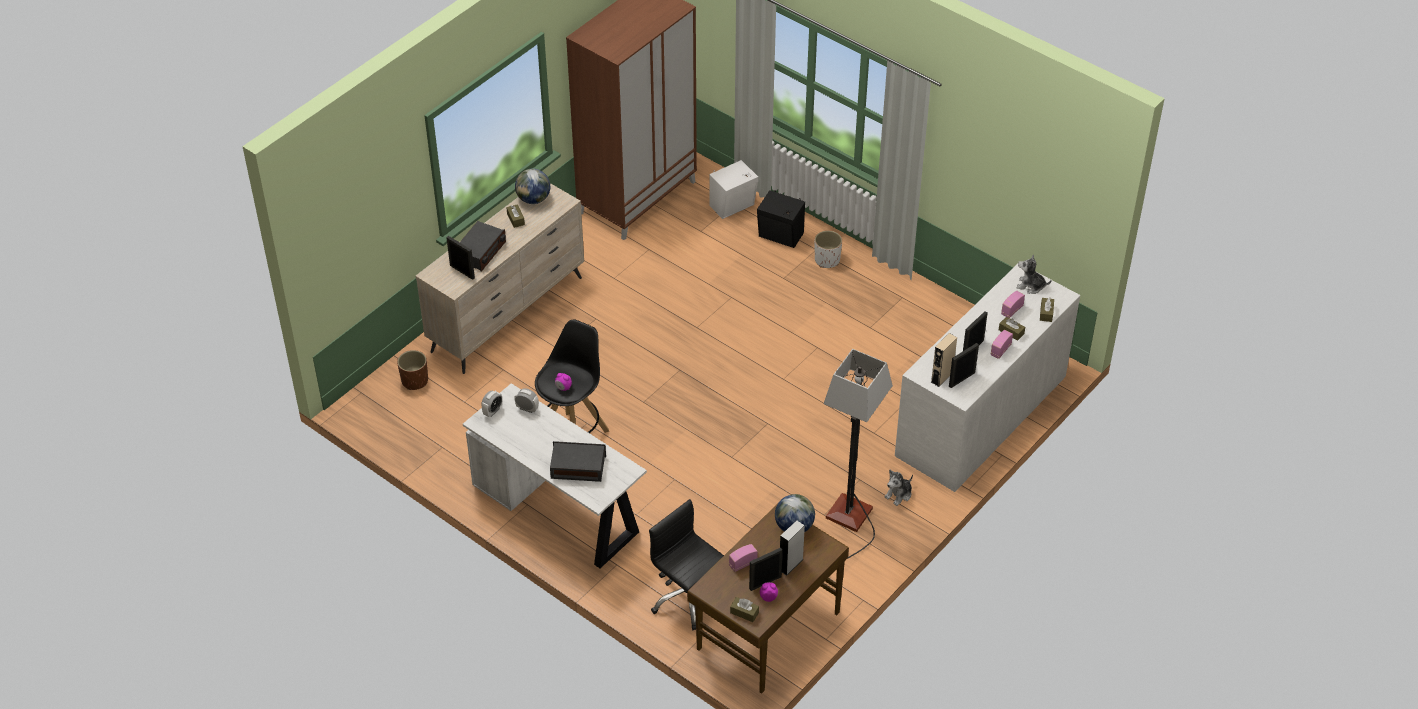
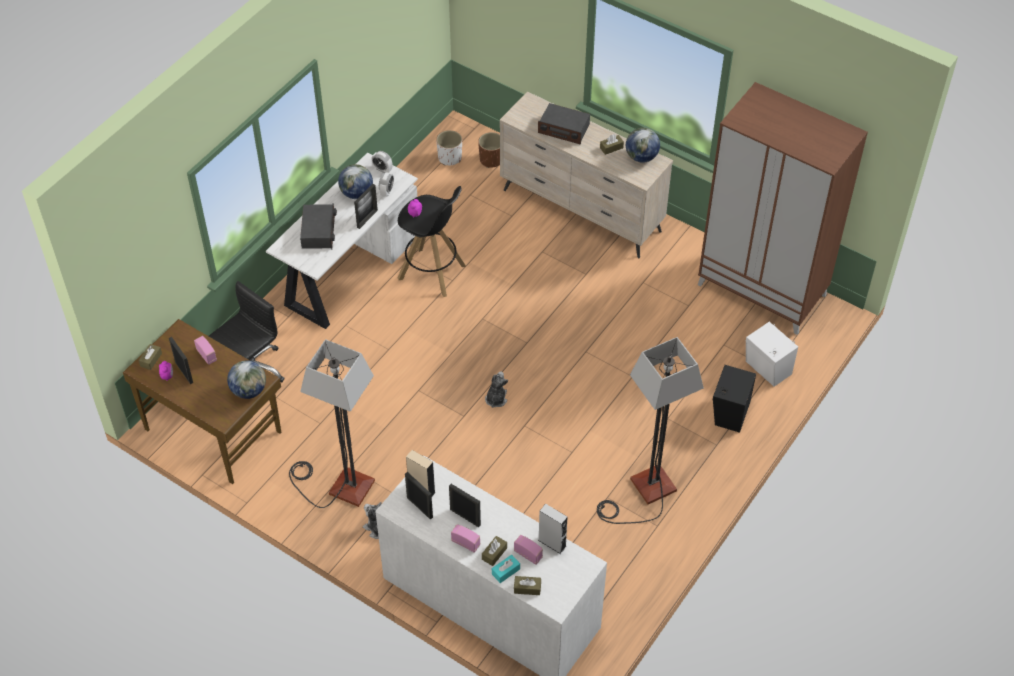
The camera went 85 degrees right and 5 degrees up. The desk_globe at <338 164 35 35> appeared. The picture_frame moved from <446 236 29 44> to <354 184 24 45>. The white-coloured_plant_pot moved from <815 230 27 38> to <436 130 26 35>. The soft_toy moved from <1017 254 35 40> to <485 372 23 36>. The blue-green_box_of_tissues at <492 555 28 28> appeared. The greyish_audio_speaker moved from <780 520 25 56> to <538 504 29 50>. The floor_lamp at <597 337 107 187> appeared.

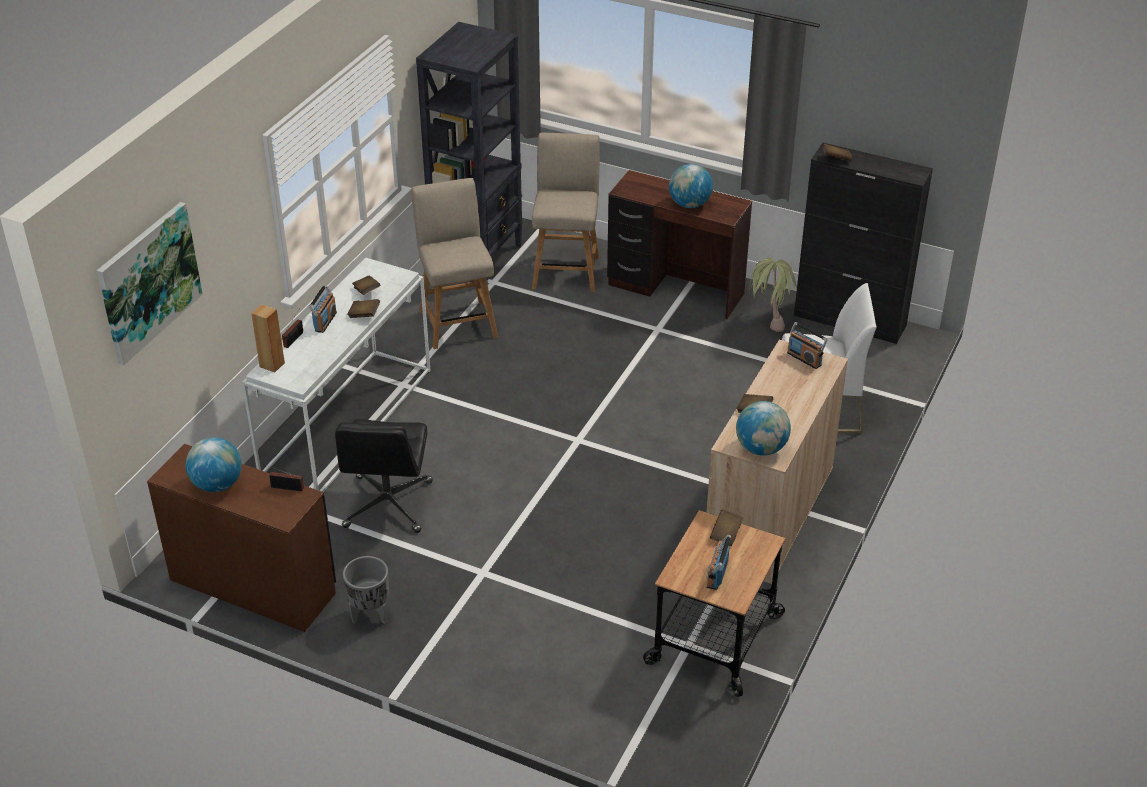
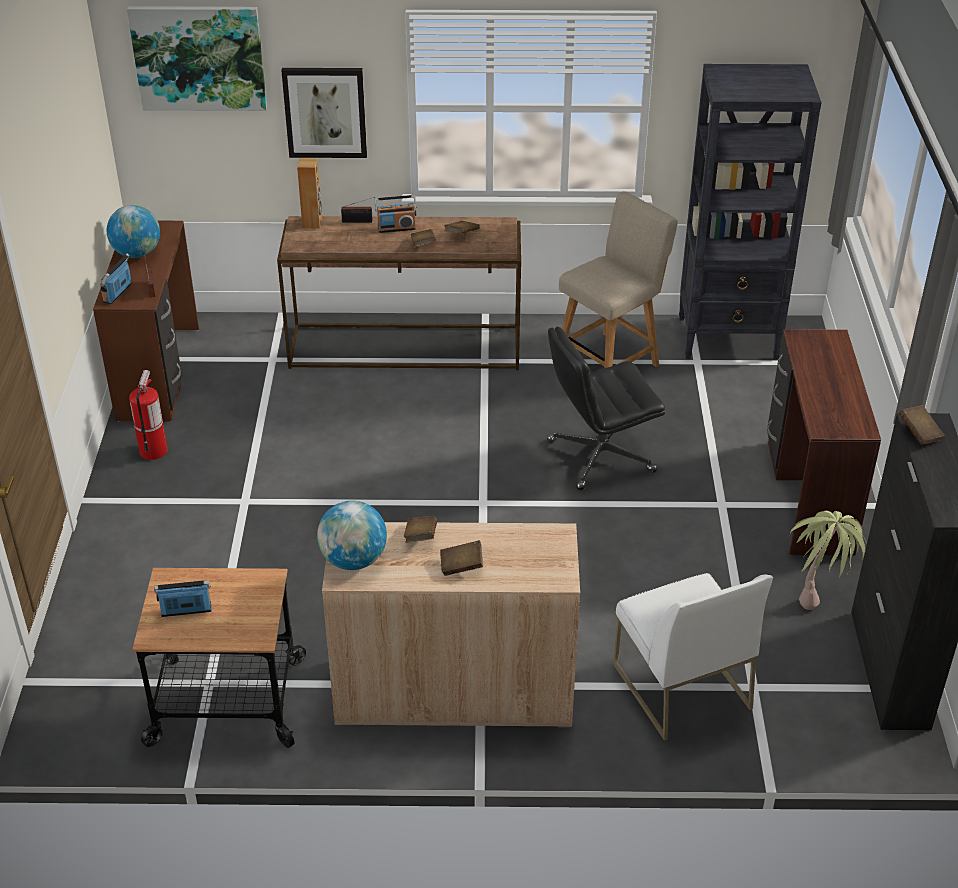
The camera went 65 degrees right and 0 degrees up. The radio_receiver moved from <787 322 41 47> to <100 254 32 50>. The greyish_plant_pot at <343 556 46 68> was replaced by the fire-fighting_cylinder at <129 370 38 90>. The white-coloured_hall_table at <242 258 189 234> became the brown_hall_table at <277 216 244 154>. The wall_picture at <281 68 86 90> appeared. The brown_book moved from <710 509 33 37> to <440 540 43 36>. The blackish_desk_chair moved from <335 419 98 114> to <547 326 118 164>. The beige_chair at <532 133 68 159> disappeared. The desk_globe at <669 164 44 44> disappeared.

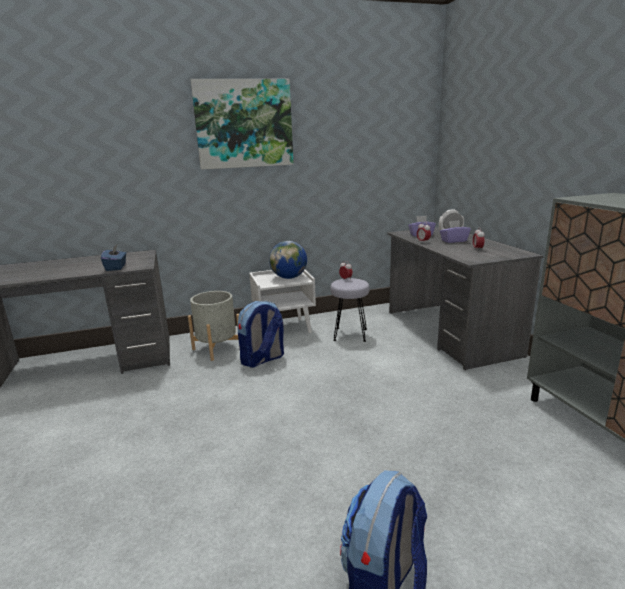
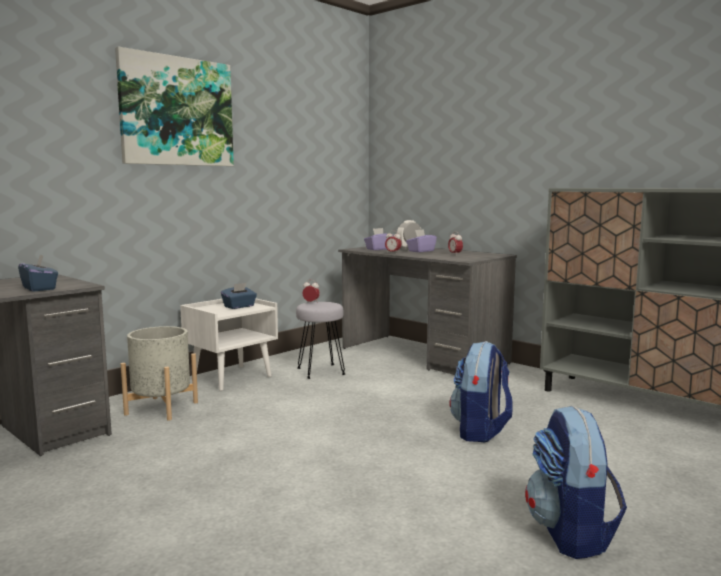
The camera went 30 degrees left and 10 degrees down. The desk_globe at <269 241 38 38> was replaced by the blue_box_of_tissues at <221 283 36 26>. The rucksack moved from <238 301 46 67> to <449 341 64 102>.

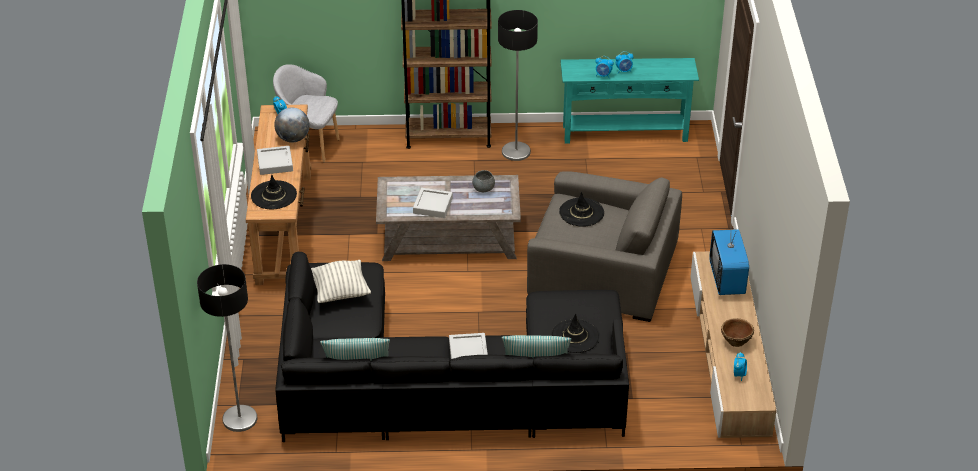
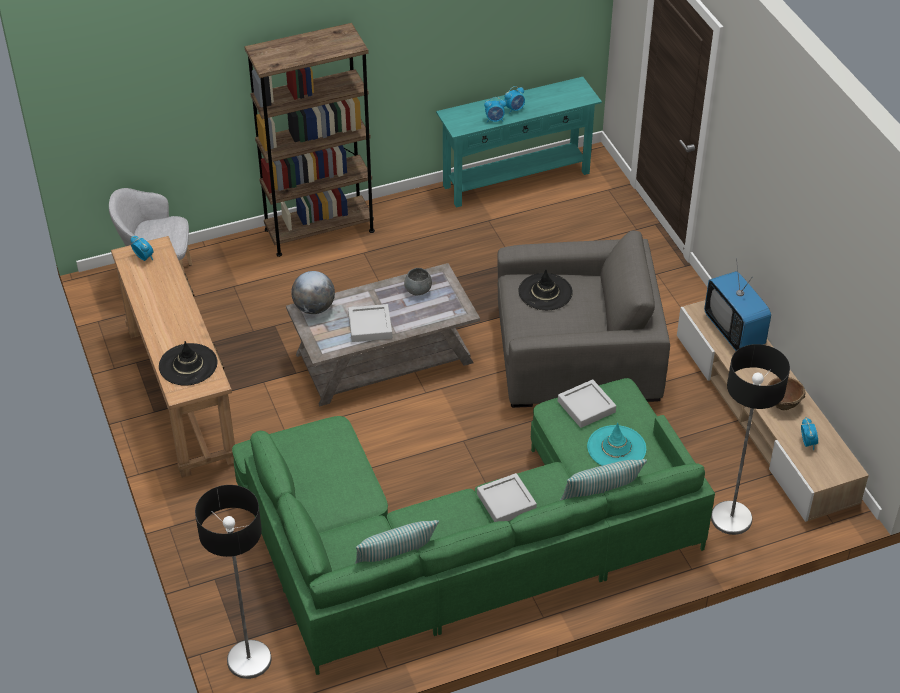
The camera went 20 degrees left and 5 degrees up. The blackish_settee at <275 251 354 191> became the green-coloured_settee at <232 378 483 297>. The desk_globe moved from <274 108 36 35> to <291 271 44 43>. The greyish_serving_tray moved from <257 146 36 29> to <558 379 58 49>. The blackish_wearable_hat at <551 314 49 39> became the blue-green_wearable_hat at <587 423 59 43>. The floor_lamp moved from <498 10 40 151> to <711 344 79 191>. The pillow at <311 260 60 43> disappeared.

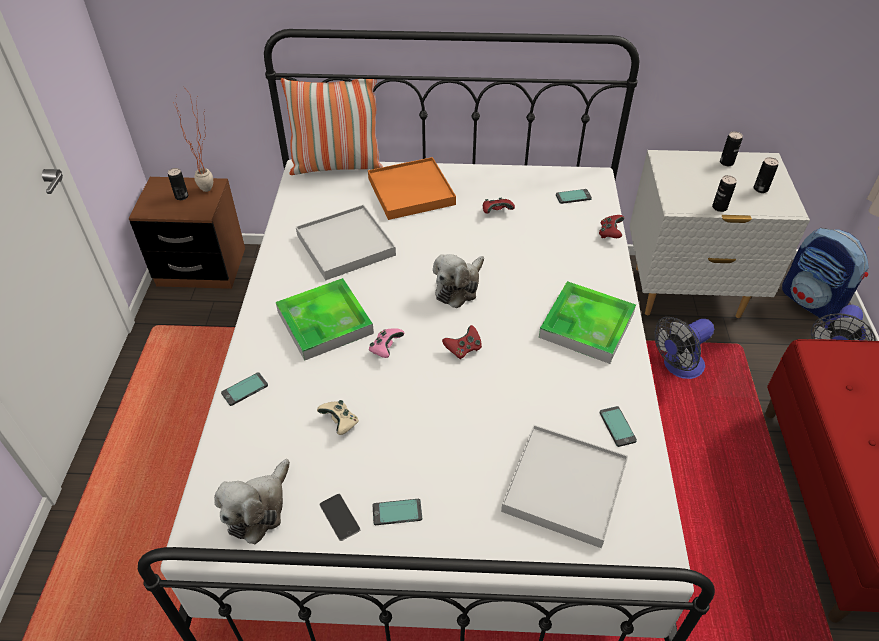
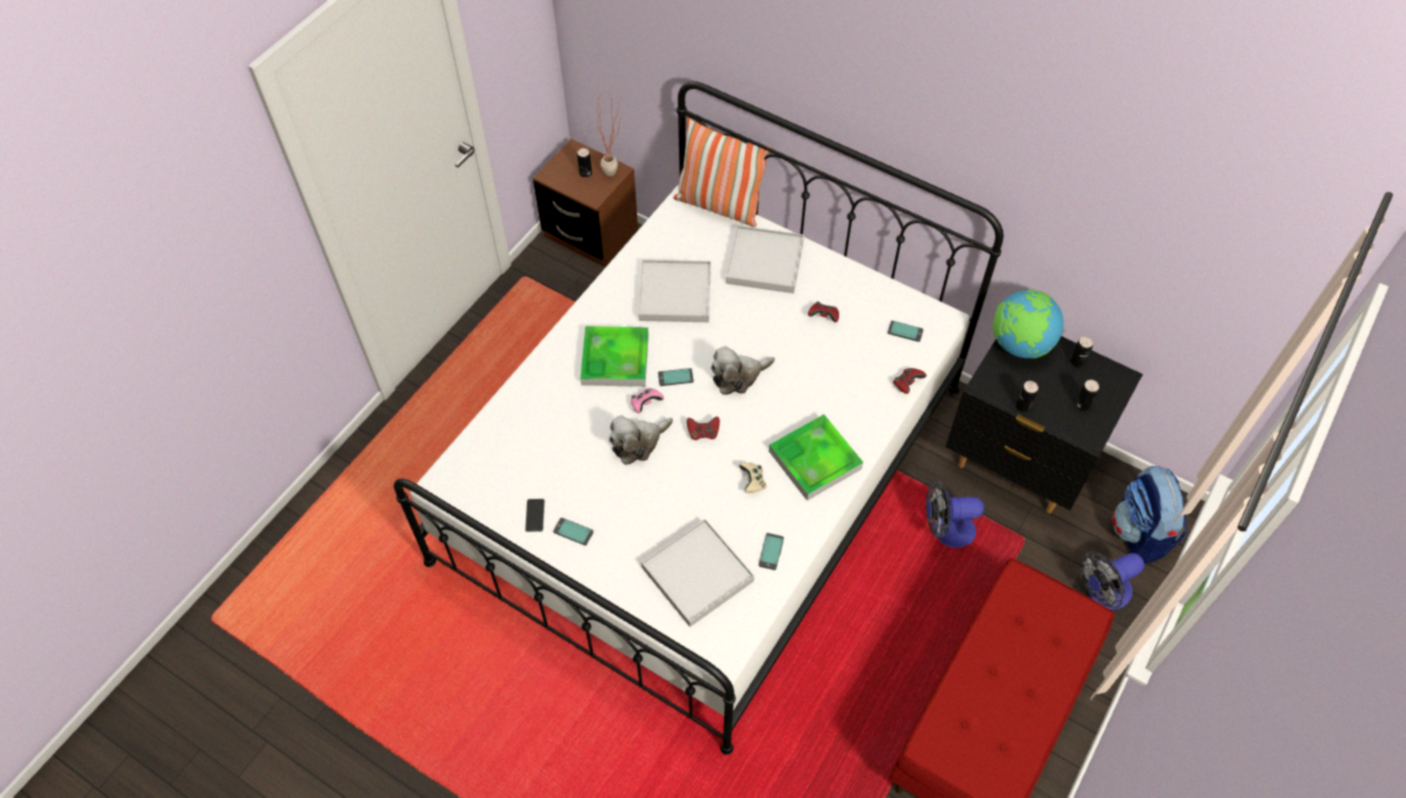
The camera went 30 degrees right and 10 degrees up. The soft_toy moved from <214 459 76 85> to <609 415 64 50>. The phone moved from <221 372 47 34> to <658 368 36 18>. The orange_serving_tray at <368 157 88 63> became the white-coloured_serving_tray at <726 225 78 69>. The beige_gamepad moved from <317 400 42 35> to <739 463 27 30>. The white-coloured_night_table at <629 150 181 168> became the blackish_night_table at <945 336 198 177>. The desk_globe at <993 290 71 68> appeared.

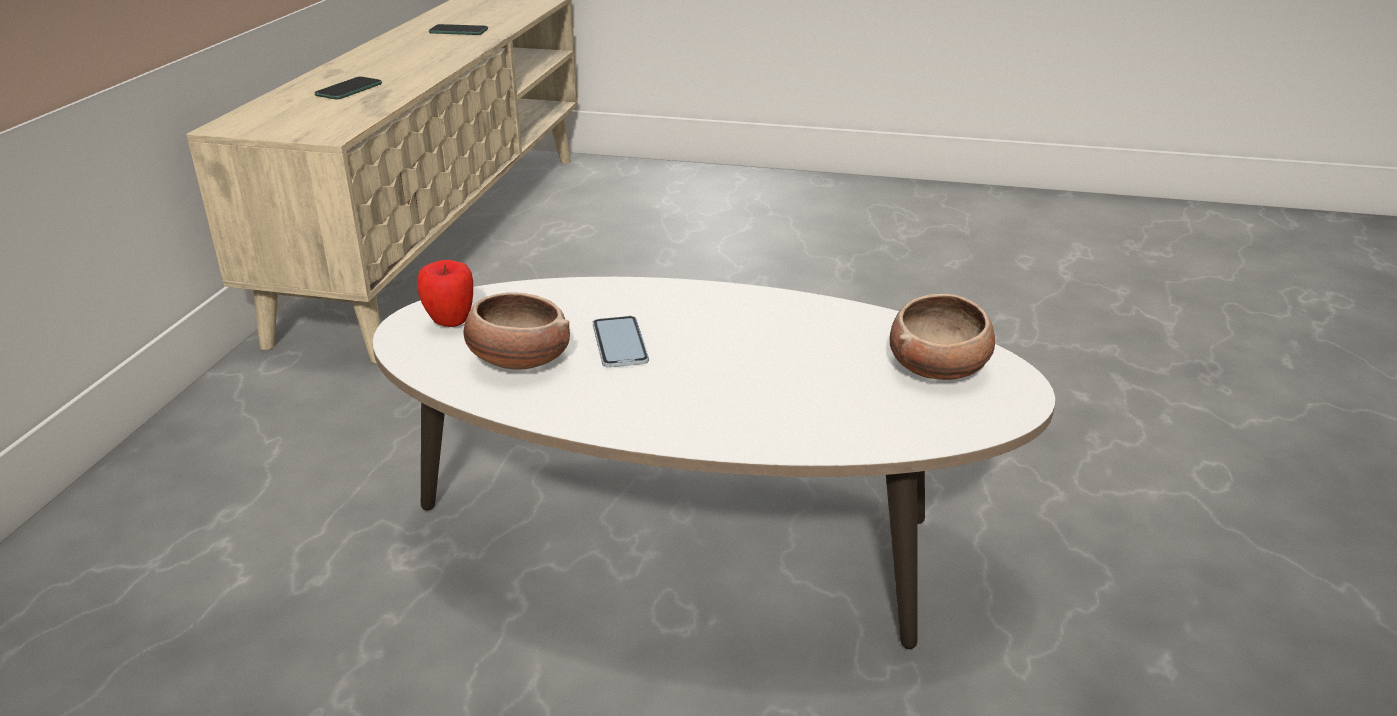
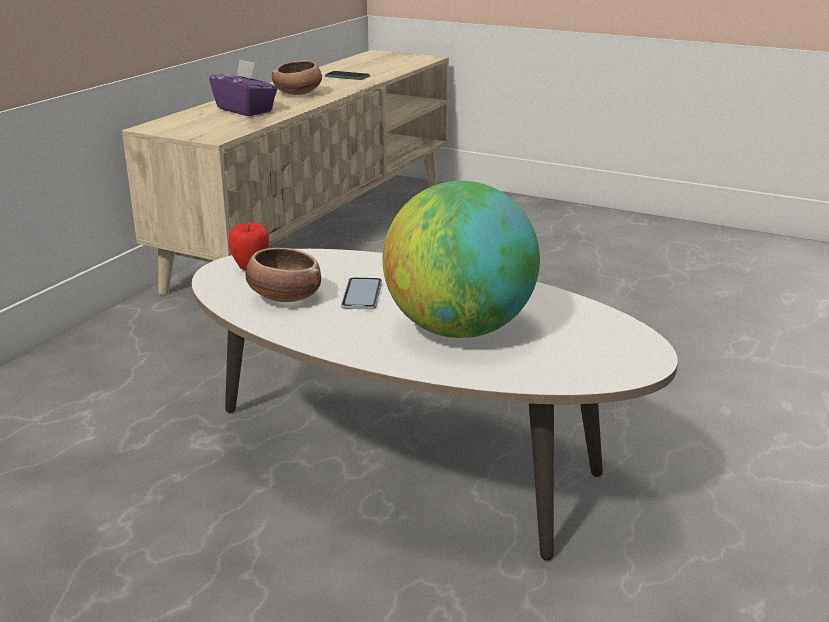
The camera went 15 degrees right and 5 degrees down. The phone at <315 77 67 22> was replaced by the purple_box_of_tissues at <209 59 68 57>. The serving_bowl moved from <890 294 105 86> to <272 60 50 35>. The desk_globe at <383 181 157 157> appeared.

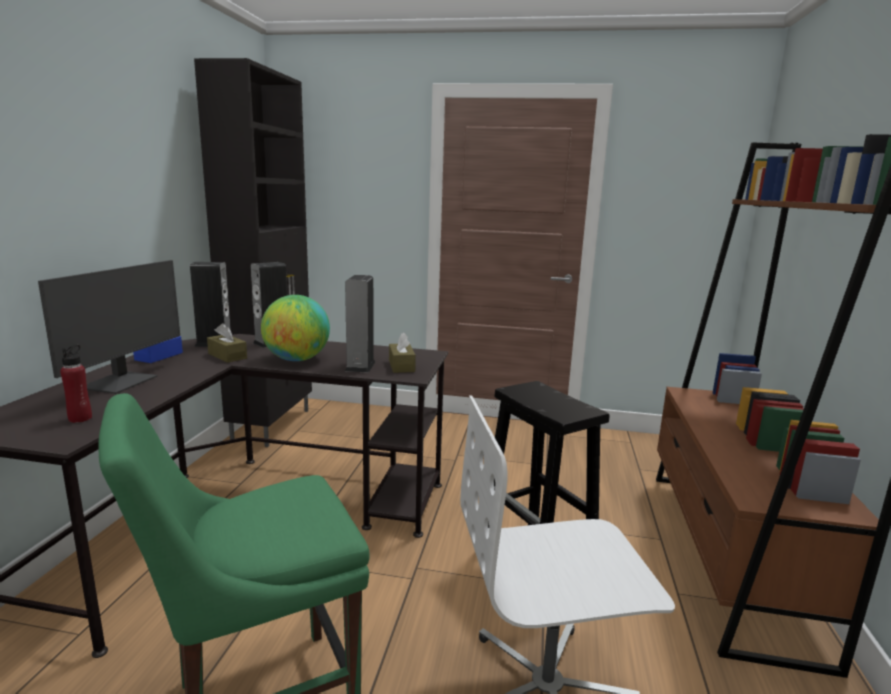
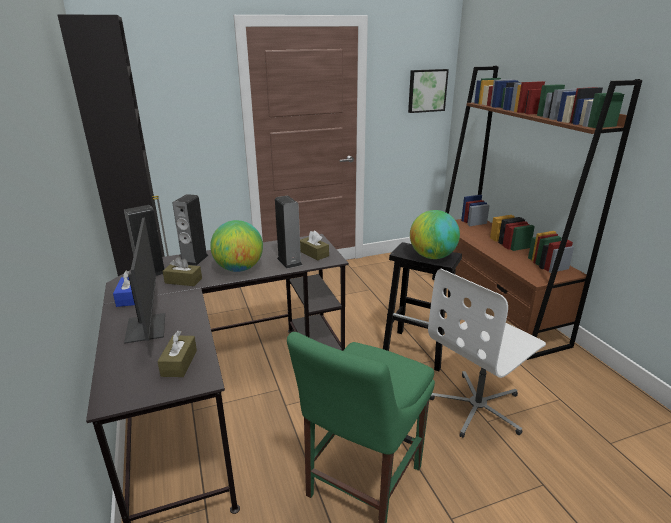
The camera went 30 degrees left and 10 degrees up. The reddish_drink_bottle at <60 345 32 78> was replaced by the brown_box_of_tissues at <157 331 40 46>. The wall_picture at <408 69 41 44> appeared. The desk_globe at <410 210 50 49> appeared.

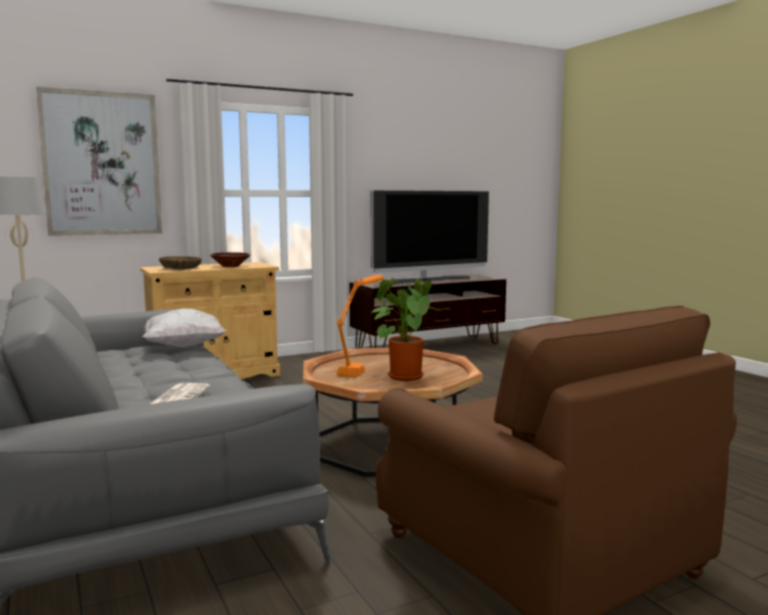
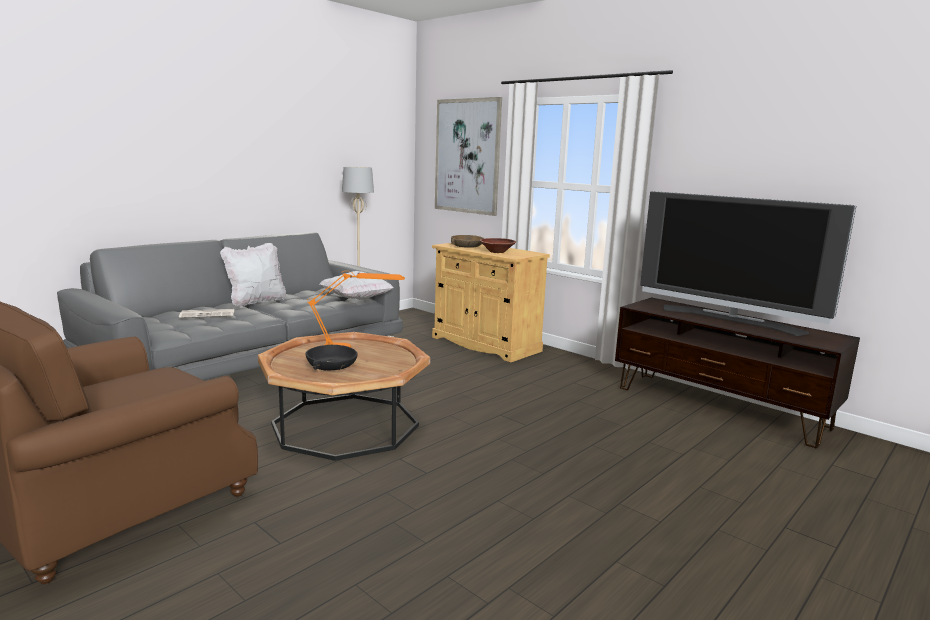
The camera went 70 degrees right and 5 degrees up. The white-coloured_pillow at <220 243 66 64> appeared. The houseplant at <371 278 70 103> was replaced by the blackish_serving_bowl at <306 345 52 25>.

